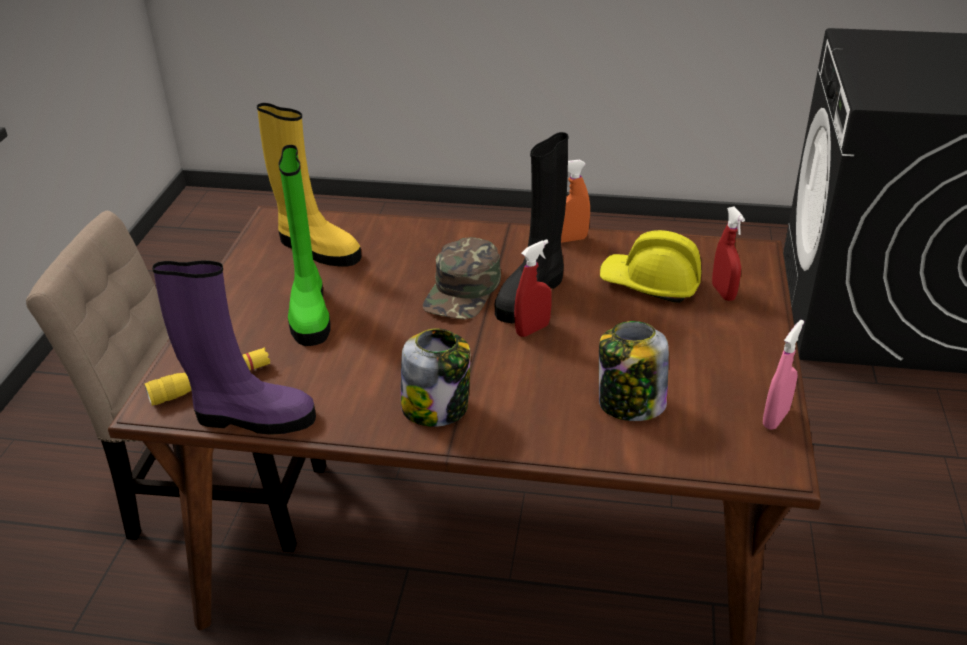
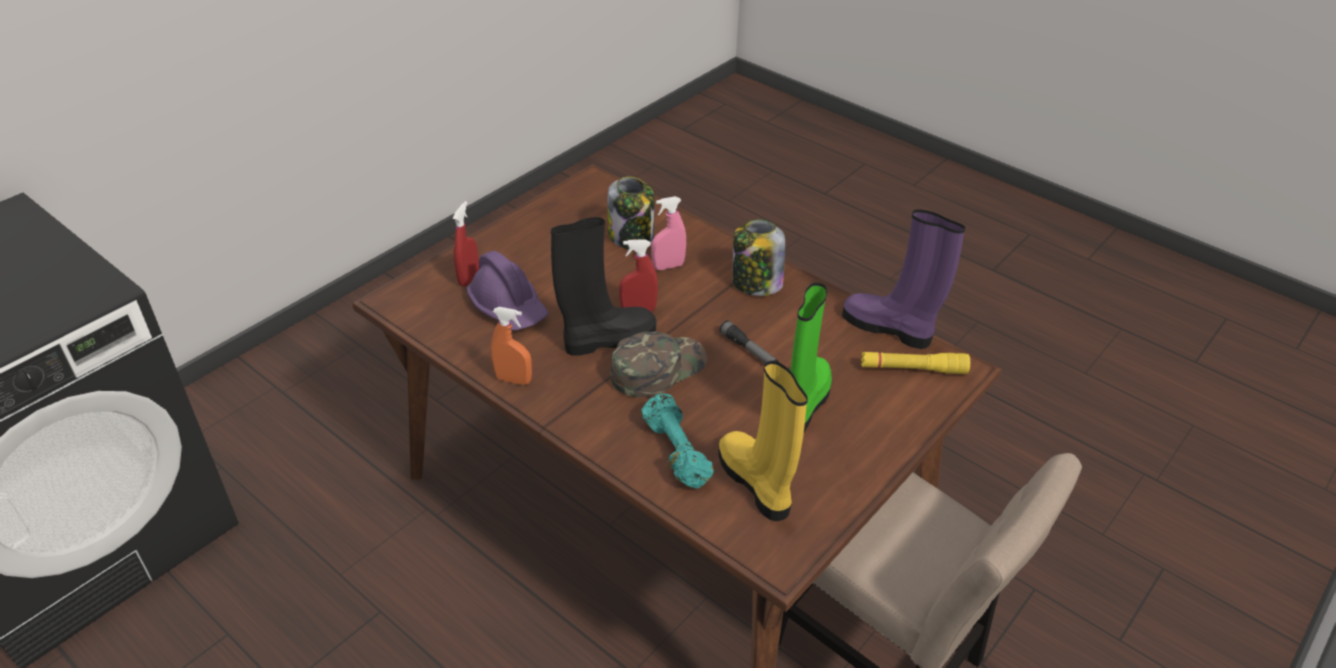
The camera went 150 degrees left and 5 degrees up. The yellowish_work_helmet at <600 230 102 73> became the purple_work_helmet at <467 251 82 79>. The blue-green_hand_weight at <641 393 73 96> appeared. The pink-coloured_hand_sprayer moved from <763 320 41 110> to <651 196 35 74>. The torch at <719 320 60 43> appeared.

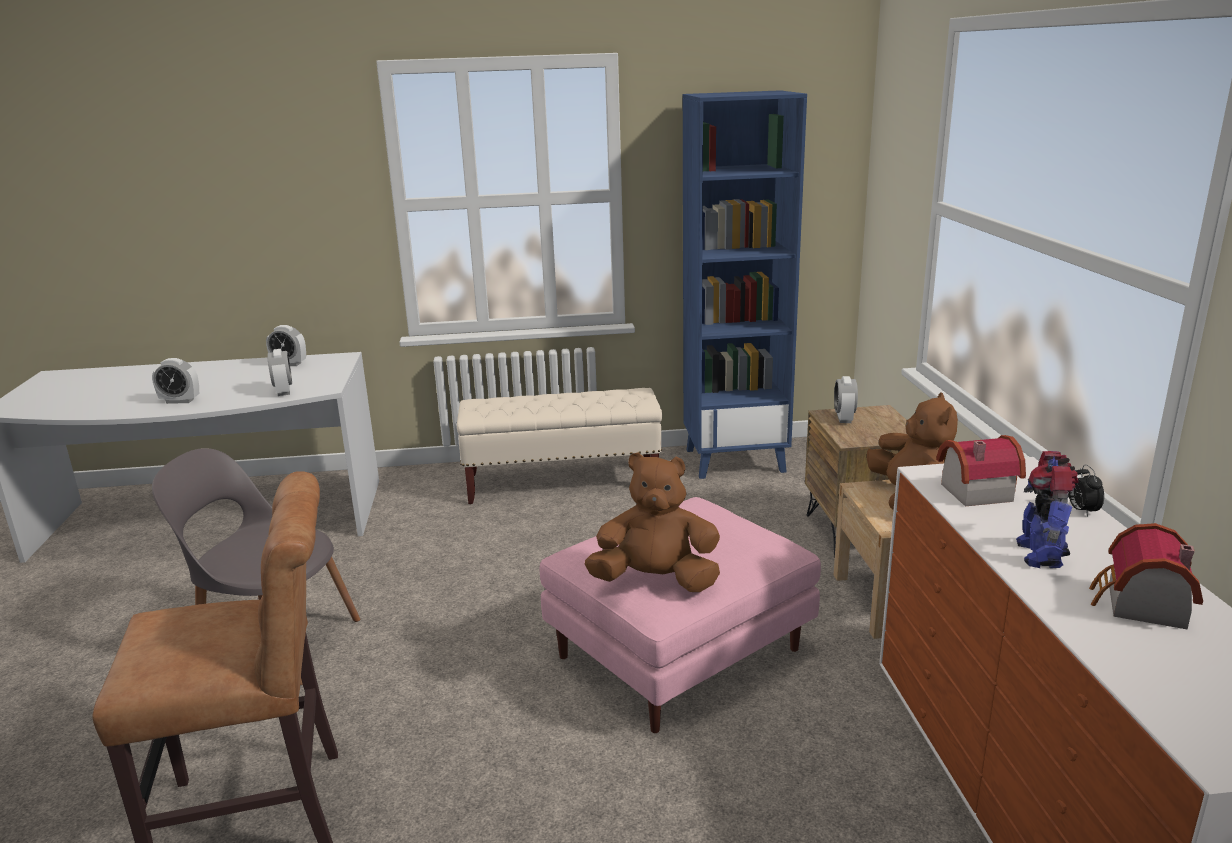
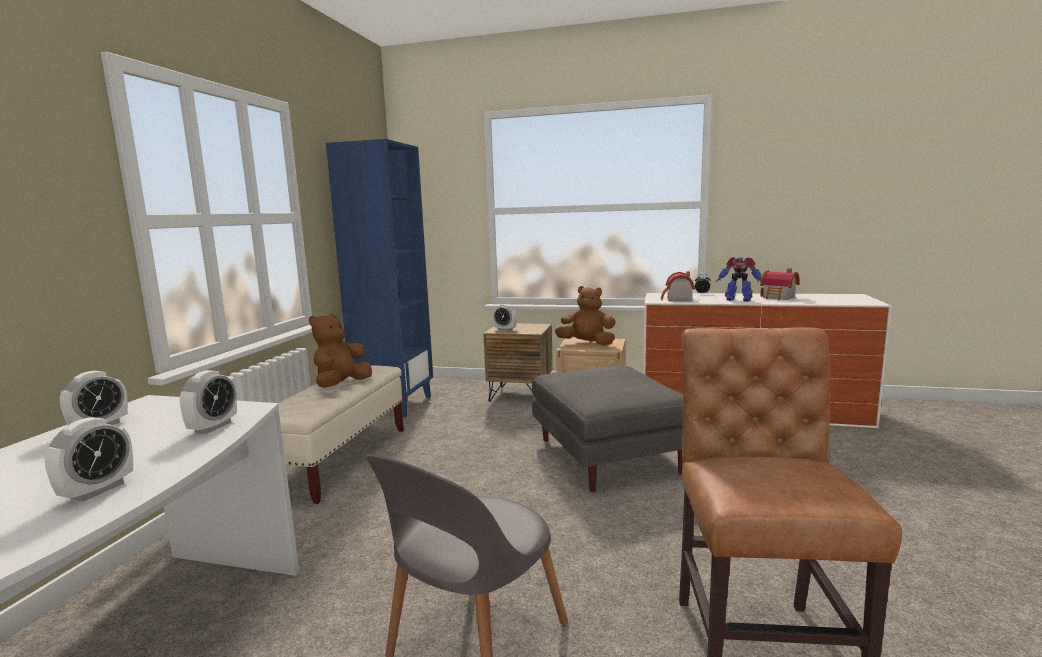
The camera went 70 degrees left and 10 degrees down. The bedside_clock at <267 349 25 47> turned 105 degrees clockwise. The brown_soft_toy moved from <585 452 135 140> to <309 313 63 75>. The pink-coloured_ottoman at <540 497 281 236> became the greyish_ottoman at <532 365 151 127>.

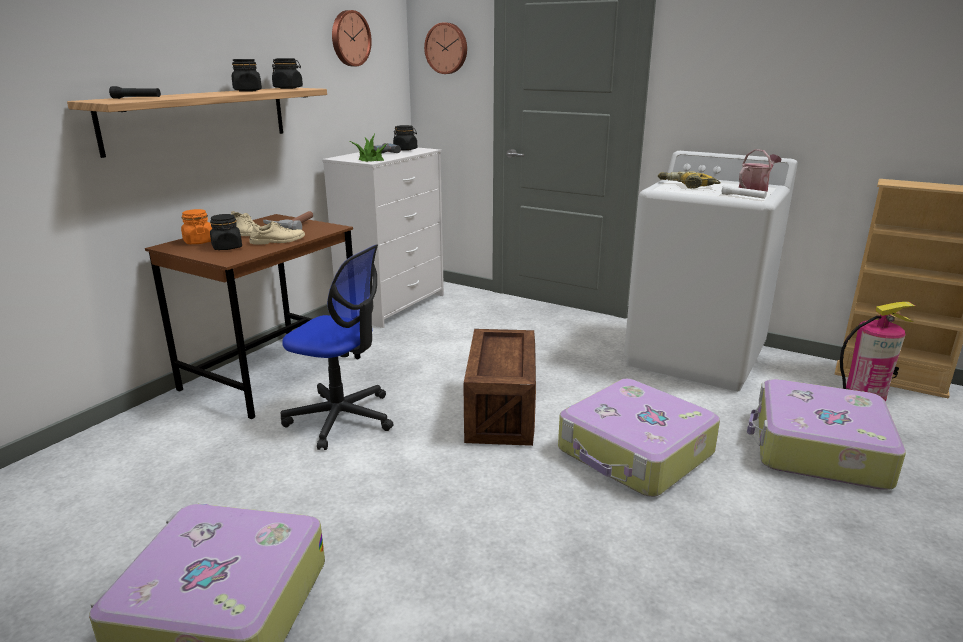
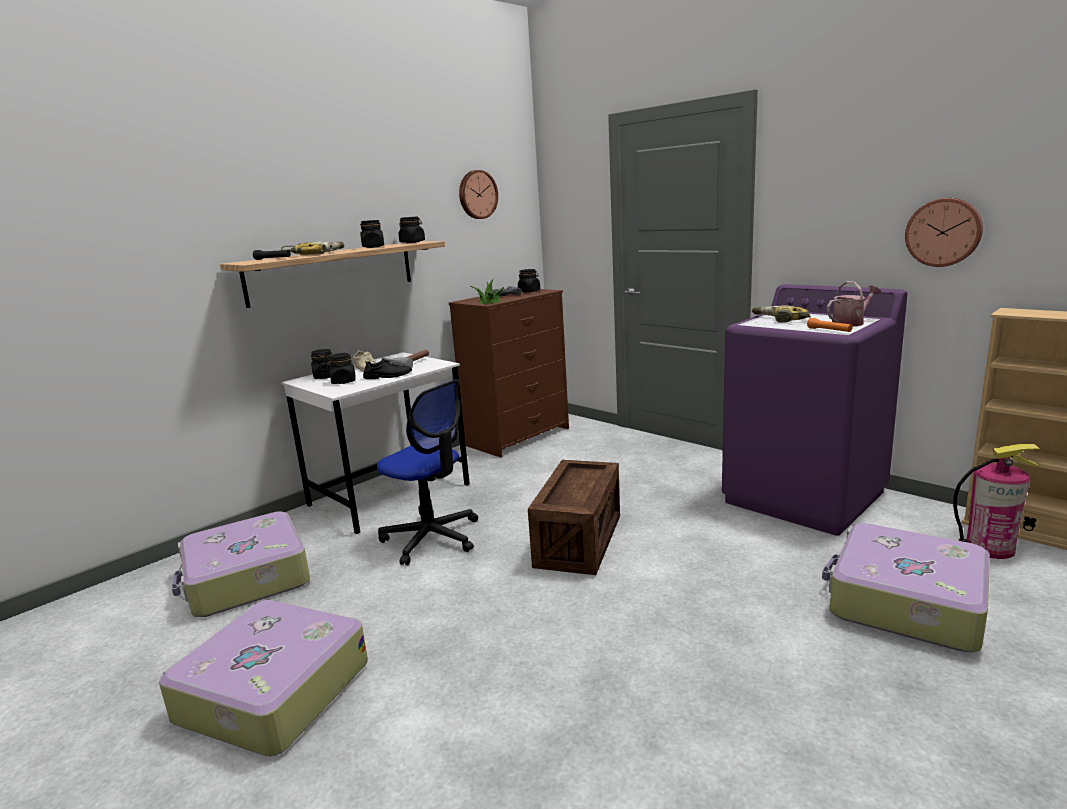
The camera went 15 degrees right and 5 degrees down. The piece_of_luggage moved from <558 379 162 118> to <172 511 138 106>. The drill at <281 241 63 14> appeared. The brown_desk_table at <145 214 216 205> became the white-coloured_desk_table at <281 352 189 182>. The orange_jar at <181 209 31 35> became the blackish_jar at <311 349 21 30>. The beige_item_of_footwear at <250 221 55 24> became the blackish_item_of_footwear at <363 359 49 20>. The white-coloured_chest_of_drawers at <322 148 122 180> became the brown_chest_of_drawers at <449 289 120 168>. The white-coloured_laundry_machine at <624 151 174 240> became the purple_laundry_machine at <722 284 185 252>. The white-coloured_torch at <722 184 45 15> became the orange_torch at <807 318 46 14>. The clock_on_the_wall moved from <424 22 43 52> to <905 198 78 69>.

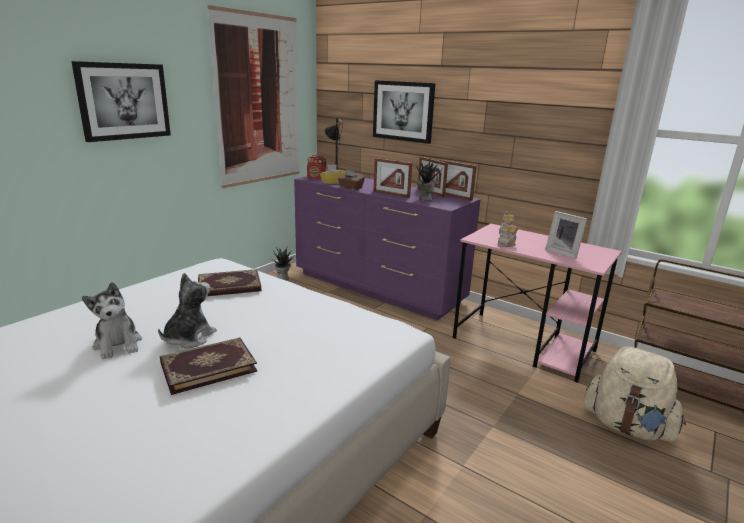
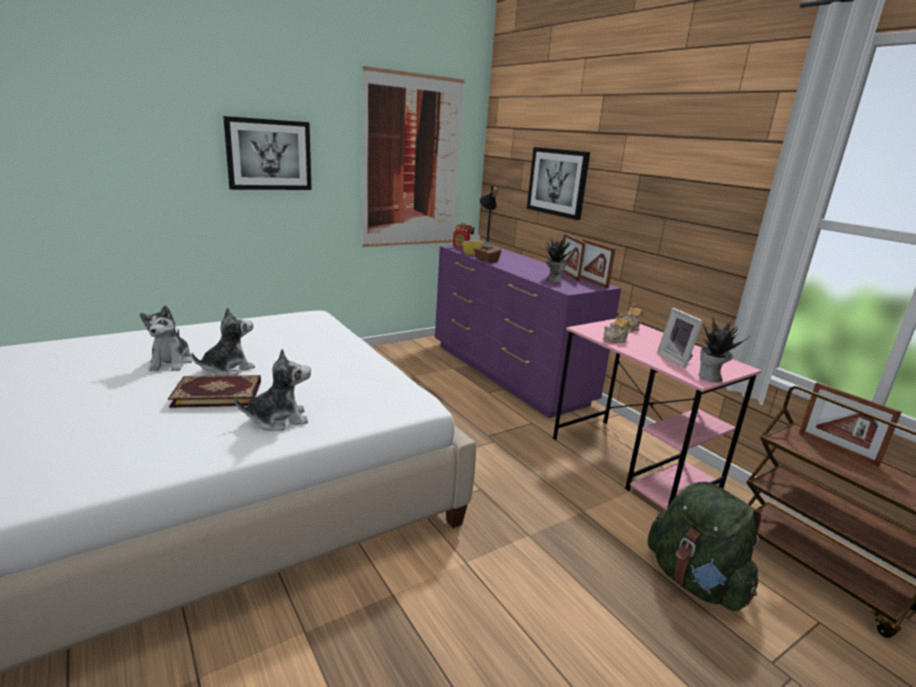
The camera went 20 degrees right and 0 degrees up. The soft_toy at <235 349 76 82> appeared. The beige_rucksack at <584 347 102 94> became the green-coloured_rucksack at <647 482 114 129>. The houseplant moved from <273 247 22 33> to <699 317 50 65>. The picture_frame moved from <374 158 38 40> to <799 382 103 85>. The book at <198 269 63 27> disappeared.

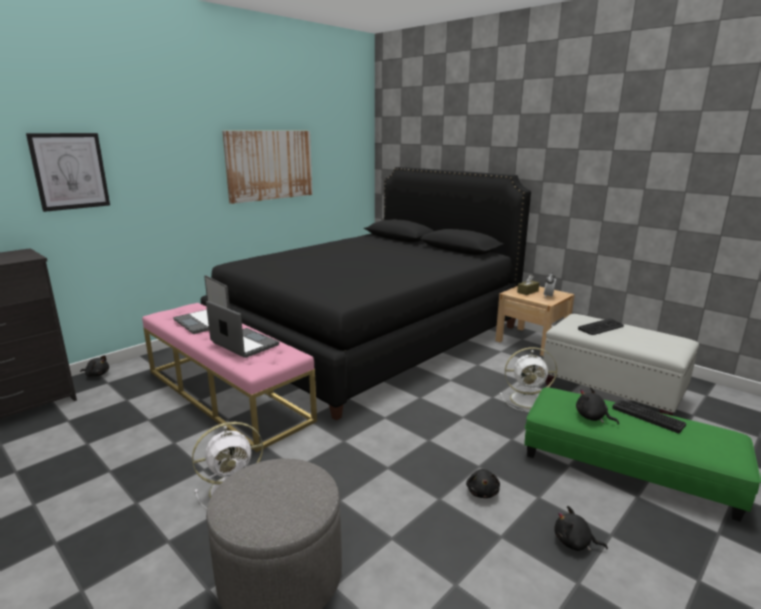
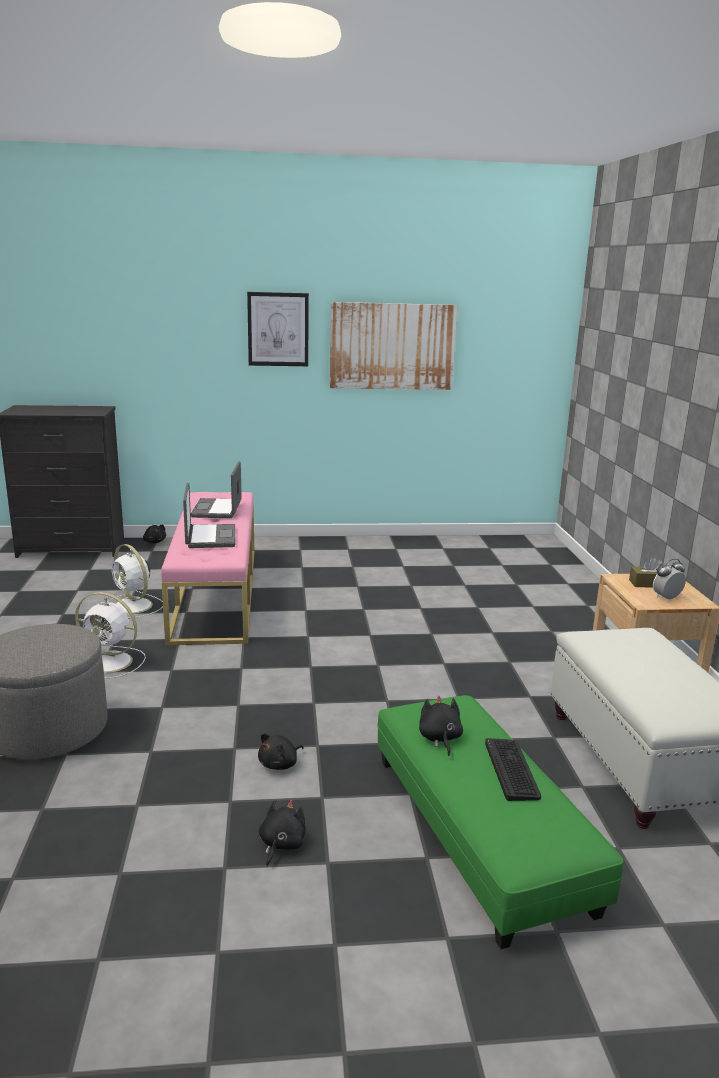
The camera went 40 degrees right and 0 degrees up. The white-coloured_cooling_fan moved from <500 347 57 65> to <107 544 56 75>. The wall_picture moved from <26 133 84 79> to <247 292 62 74>. The blackish_soft_toy at <554 506 54 45> turned 45 degrees clockwise. The blackish_bedroom_bed at <201 167 330 254> disappeared. The keyboard at <578 318 46 17> disappeared.

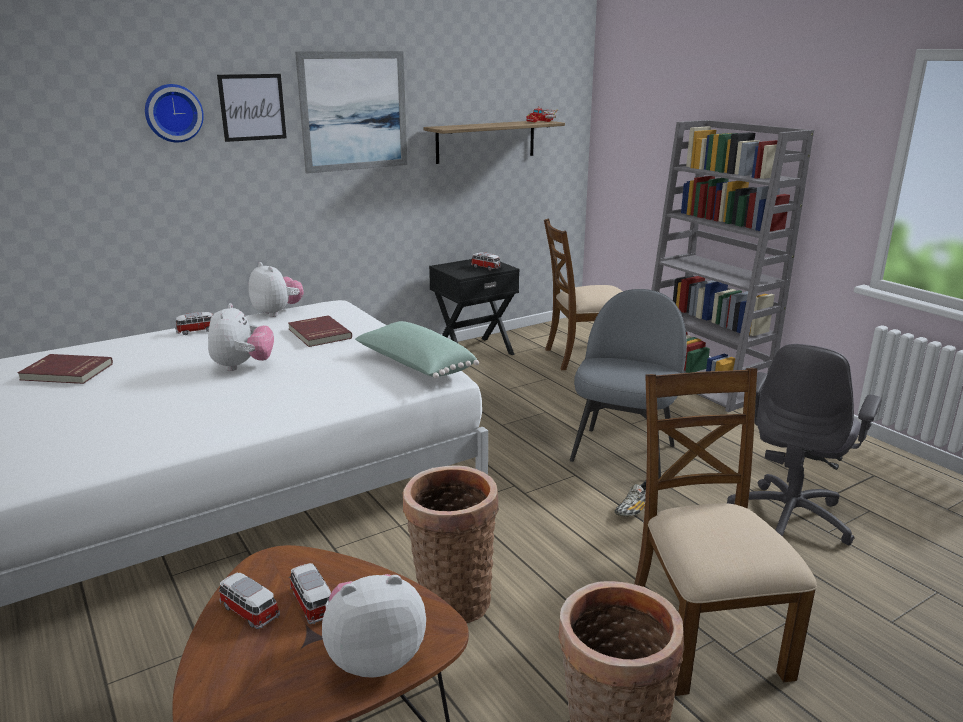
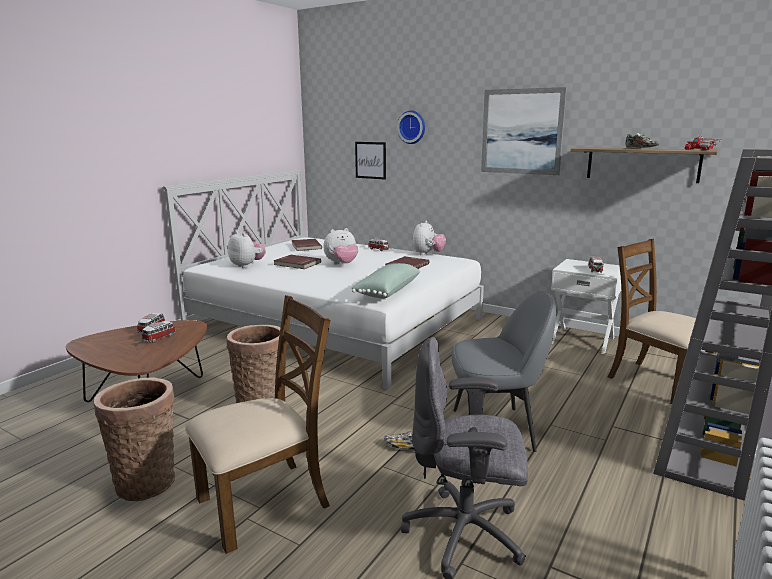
The camera went 65 degrees right and 5 degrees down. The soft_toy moved from <322 574 104 104> to <228 231 38 37>. The reddish_book at <273 255 48 14> appeared. The wall_picture moved from <217 74 70 68> to <355 142 31 38>. The blackish_night_table at <429 259 90 96> became the white-coloured_night_table at <551 259 76 95>. The item_of_footwear at <625 133 35 16> appeared.

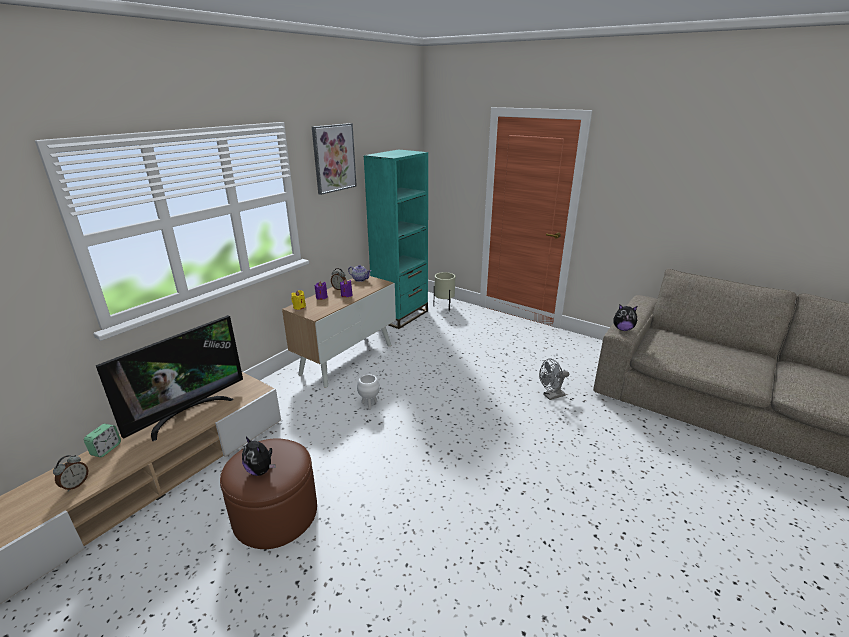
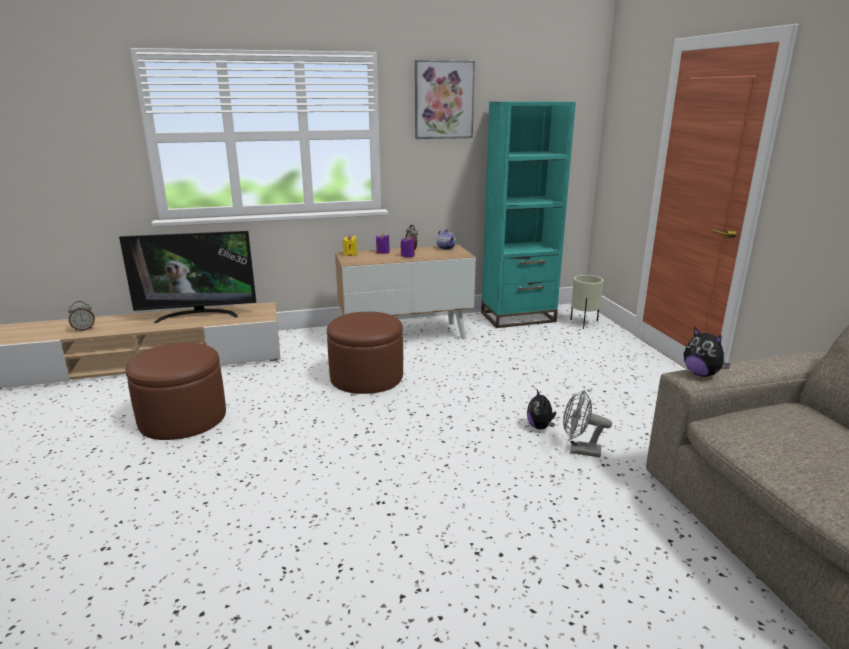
The camera went 40 degrees right and 5 degrees down. The white-coloured_plant_pot at <357 374 23 36> was replaced by the brown_ottoman at <327 312 76 82>. The soft_toy moved from <242 437 34 39> to <527 390 29 39>. The bedside_clock at <84 424 37 33> disappeared.

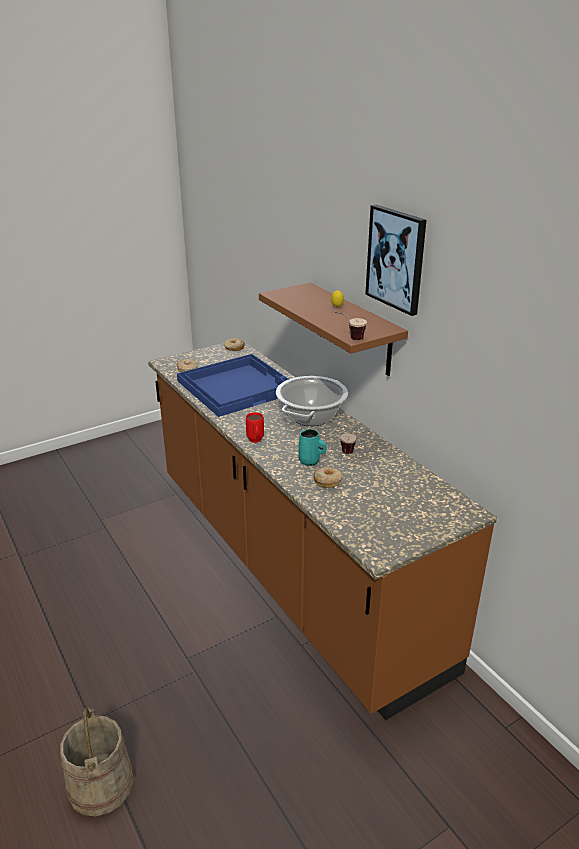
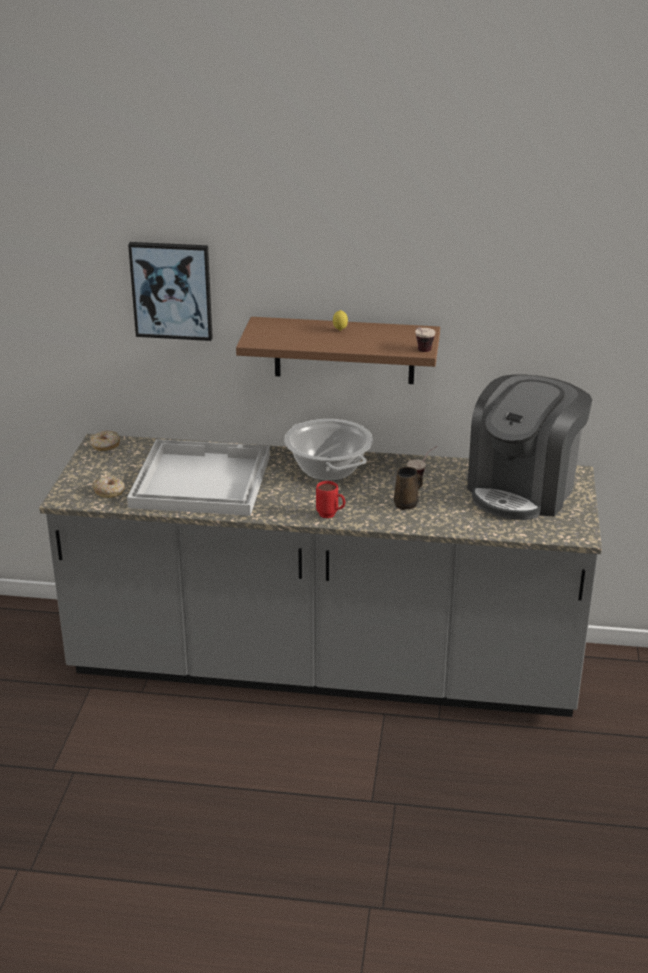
The camera went 50 degrees left and 0 degrees up. The brown_kitchen_base_unit at <148 343 349 377> became the greyish_kitchen_base_unit at <39 434 563 283>. The blue_serving_tray at <177 354 112 63> became the white-coloured_serving_tray at <127 439 143 77>. The wall_picture moved from <365 205 62 111> to <128 242 85 99>. The blue-green_tea_mug at <298 429 28 37> became the brown_tea_mug at <394 467 28 43>. The coffee_brewer at <467 374 125 146> appeared. The beige_pail at <60 707 74 109> disappeared. The donut at <314 467 29 21> disappeared.

